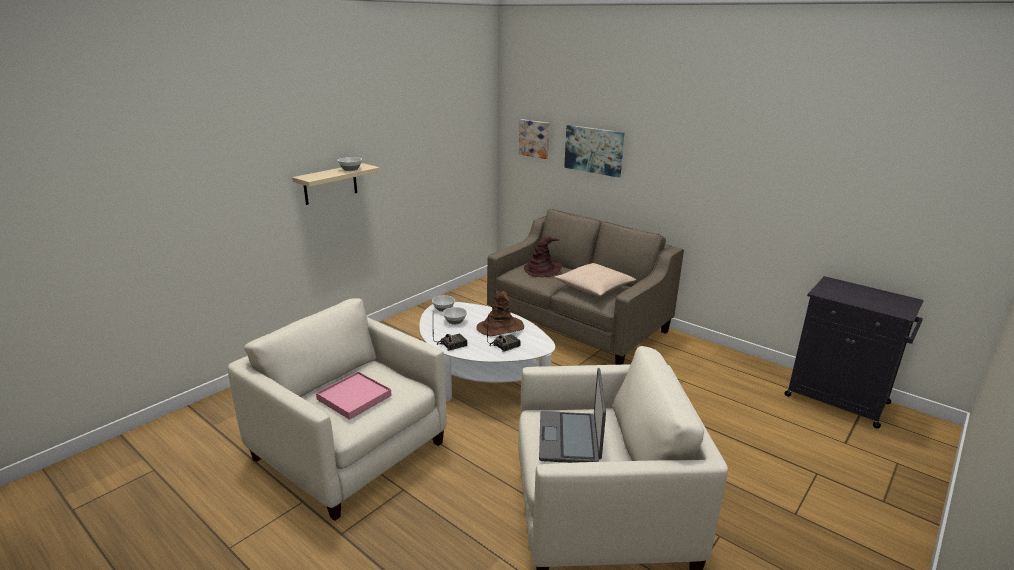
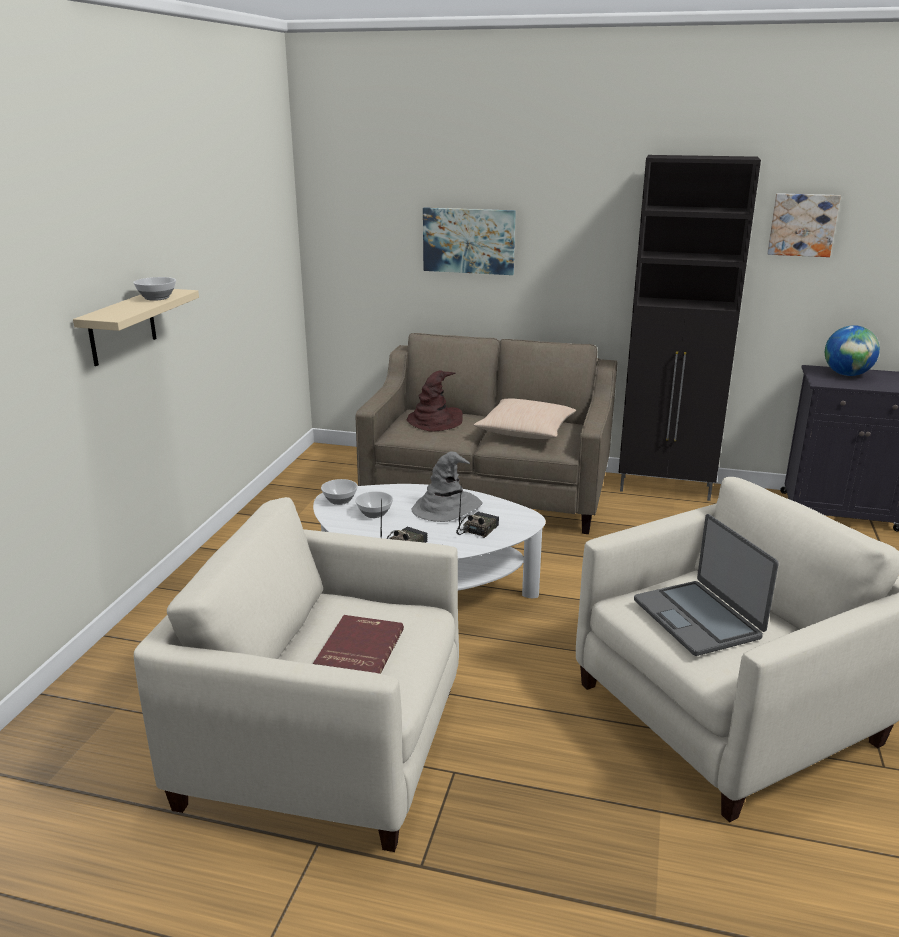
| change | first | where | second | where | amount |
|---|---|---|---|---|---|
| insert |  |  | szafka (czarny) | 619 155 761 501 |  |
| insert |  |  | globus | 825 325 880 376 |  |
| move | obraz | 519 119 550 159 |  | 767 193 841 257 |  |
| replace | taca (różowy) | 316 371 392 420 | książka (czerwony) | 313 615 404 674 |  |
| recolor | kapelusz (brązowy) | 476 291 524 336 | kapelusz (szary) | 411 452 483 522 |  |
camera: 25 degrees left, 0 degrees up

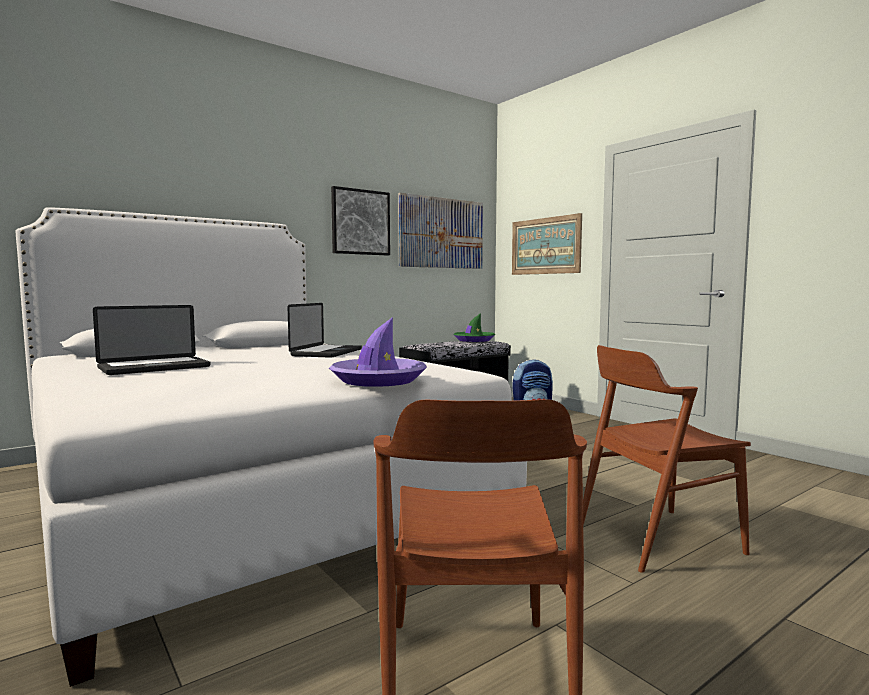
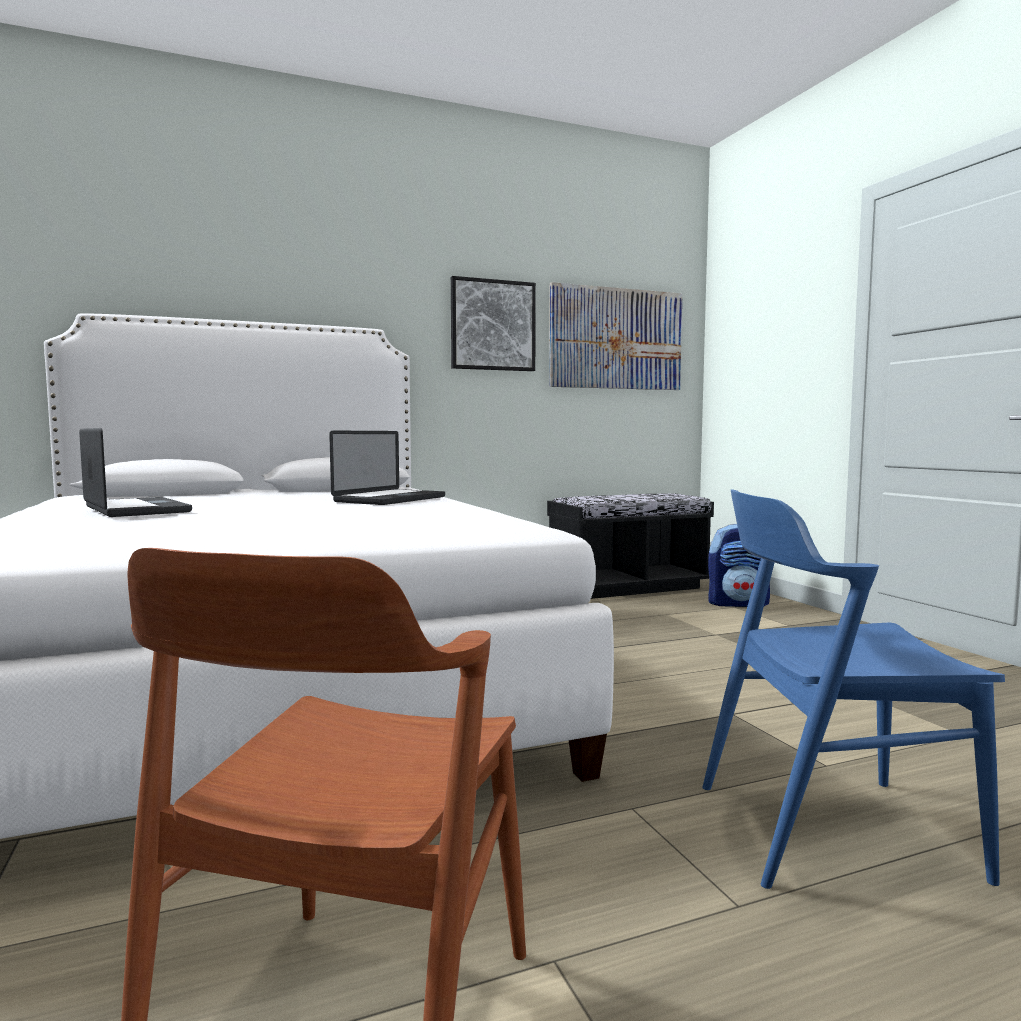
| change | first | where | second | where | amount |
|---|---|---|---|---|---|
| delete | kapelusz (fioletowy) | 329 317 427 387 |  |  |  |
| delete | kapelusz (zielony) | 453 313 495 342 |  |  |  |
| delete | obraz | 512 213 582 275 |  |  |  |
| recolor | krzesło (brązowy) | 583 345 751 573 | krzesło (niebieski) | 702 489 1005 889 |  |
| rotate | laptop | 93 305 211 375 |  | 79 428 192 517 | 105 degrees counterclockwise |
camera: 15 degrees right, 0 degrees up

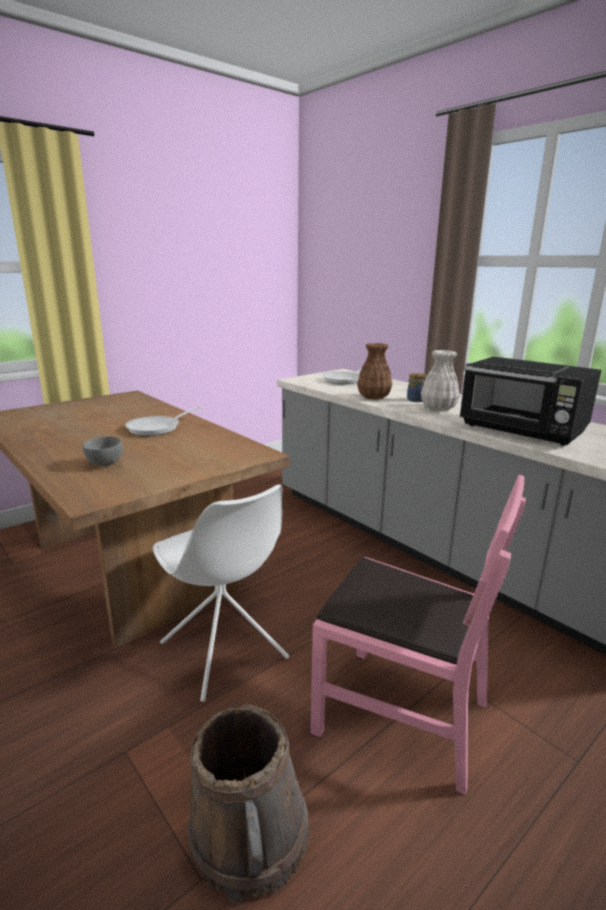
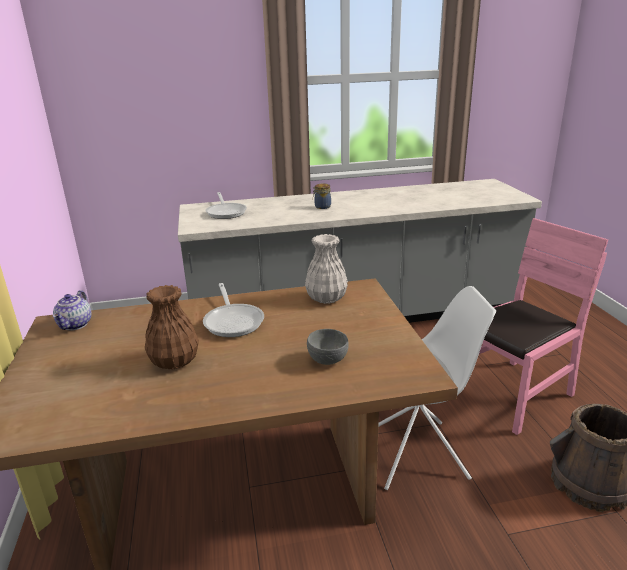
| change | first | where | second | where | amount |
|---|---|---|---|---|---|
| delete | mikrofalówka (czarny) | 460 357 601 446 |  |  |  |
| insert |  |  | imbryk | 53 290 92 330 |  |
| move | wazon (brązowy) | 357 343 392 400 |  | 145 285 199 370 |  |
| move | wazon (biały) | 421 350 460 411 |  | 305 234 348 304 |  |
camera: 60 degrees left, 5 degrees up

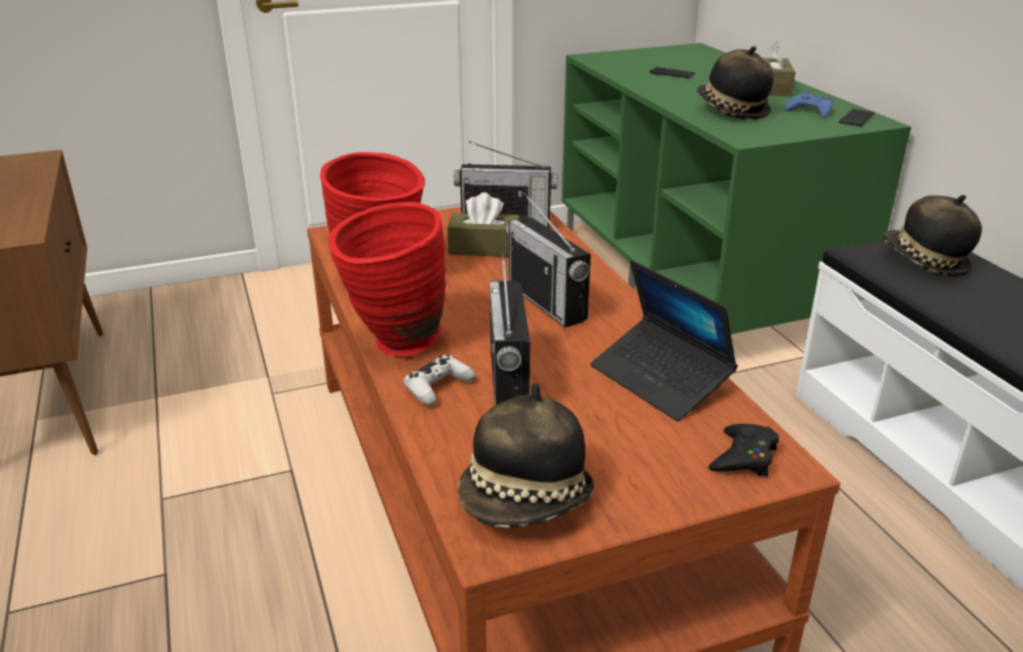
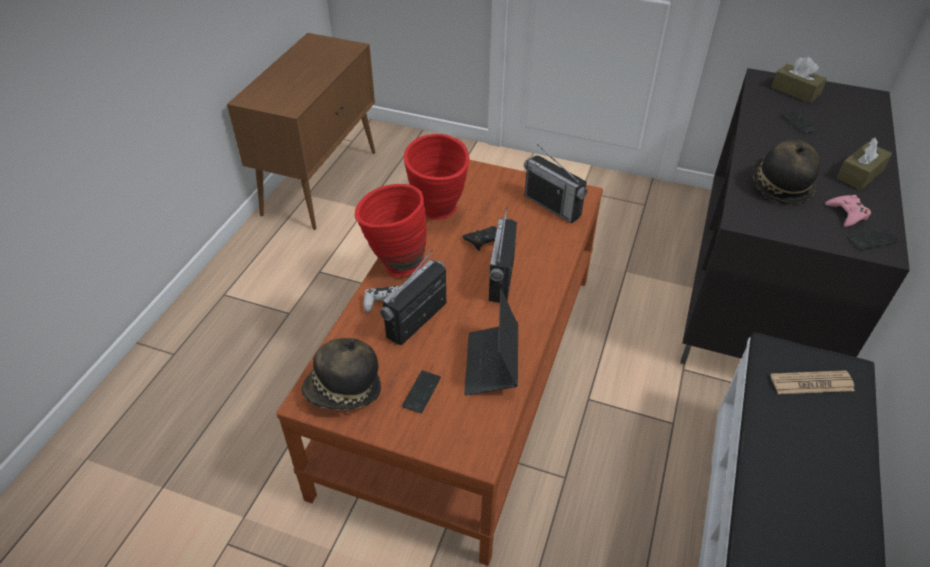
| change | first | where | second | where | amount |
|---|---|---|---|---|---|
| insert |  |  | telefon | 402 370 441 413 |  |
| move | pudełko chusteczek (brązowy) | 447 192 520 257 |  | 771 57 827 103 |  |
| move | pad do gier (czarny) | 708 424 779 476 |  | 462 226 497 251 |  |
| replace | kapelusz | 882 195 982 277 | gazeta | 770 370 855 394 |  |
| recolor | szafka pod telewizor (zielony) | 562 43 911 334 | szafka pod telewizor (czarny) | 680 68 910 364 |  |
| recolor | pad do gier (niebieski) | 784 91 833 118 | pad do gier (różowy) | 825 195 871 227 |  |
camera: 40 degrees right, 15 degrees up

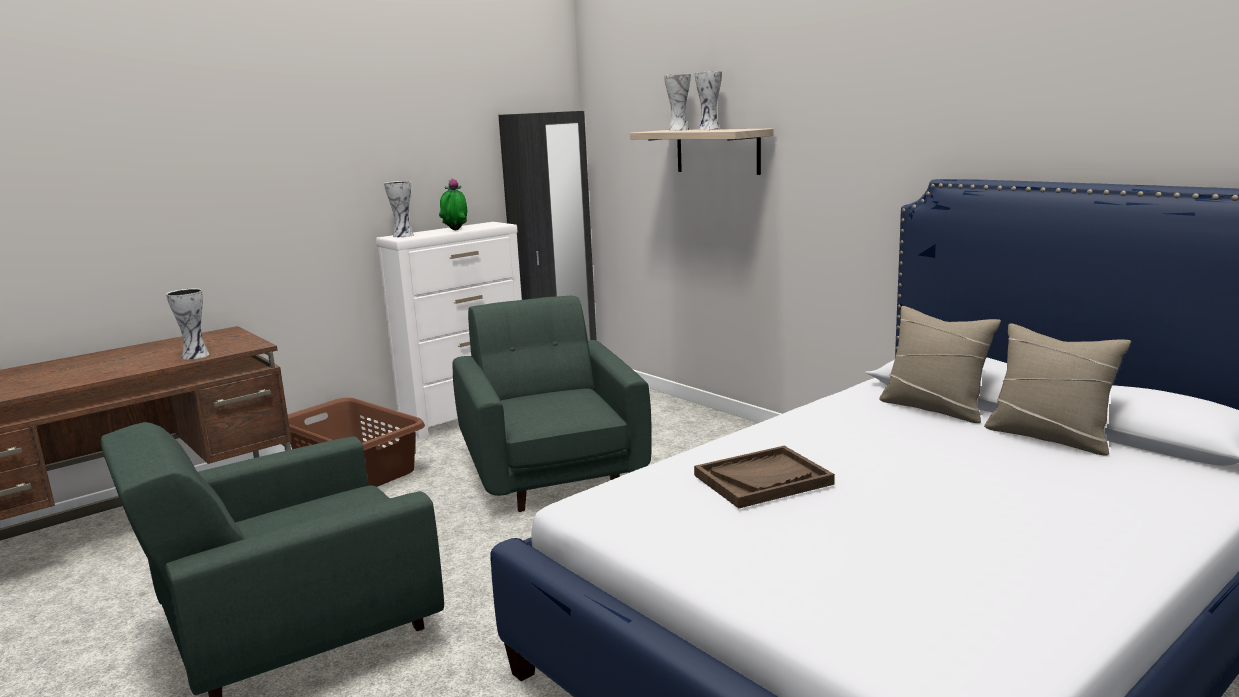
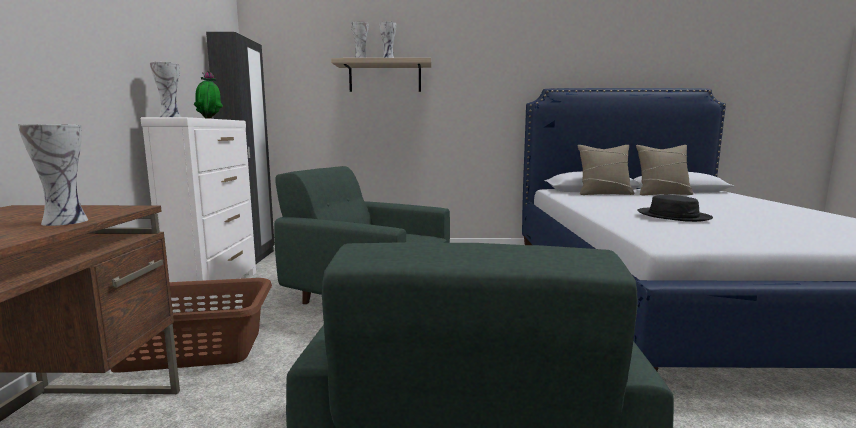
| change | first | where | second | where | amount |
|---|---|---|---|---|---|
| replace | taca (brązowy) | 694 446 835 508 | kapelusz (czarny) | 637 194 713 222 |  |
camera: 50 degrees left, 5 degrees down

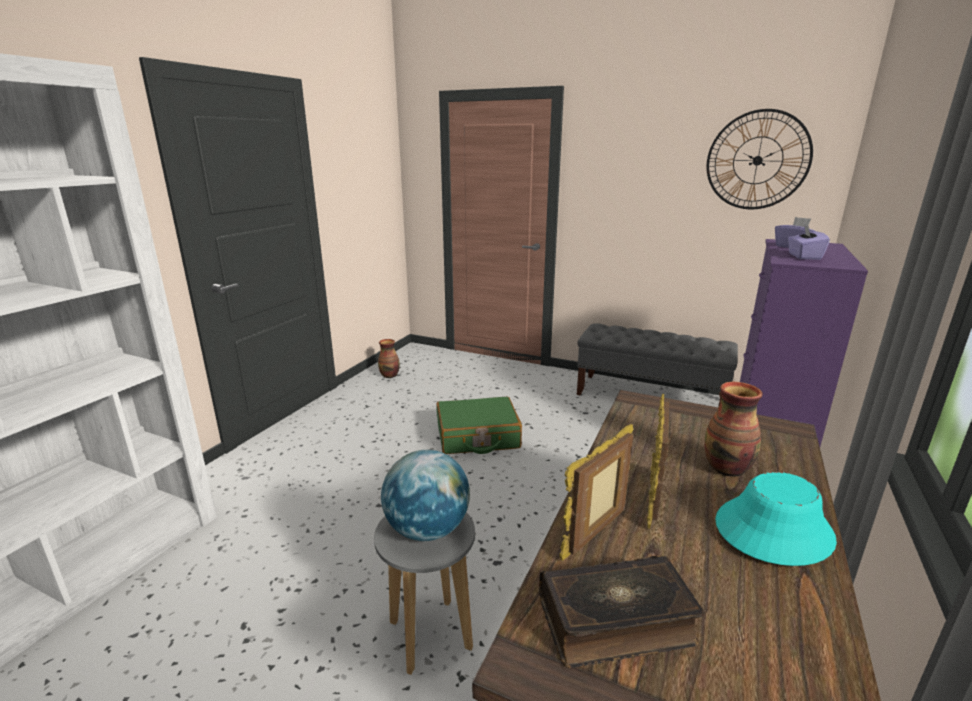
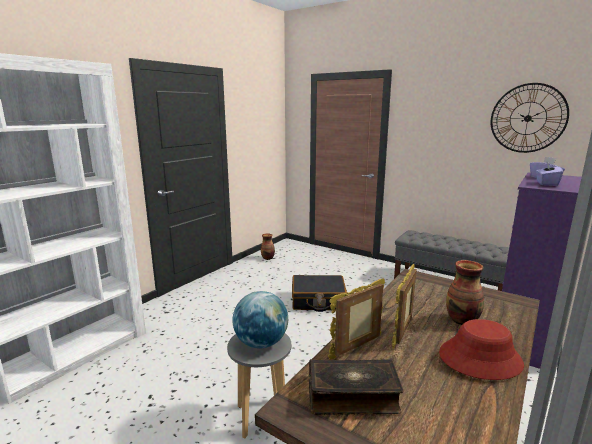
| change | first | where | second | where | amount |
|---|---|---|---|---|---|
| recolor | walizka (zielony) | 436 397 522 454 | walizka (czarny) | 292 275 347 312 |  |
| recolor | kapelusz (turkusowy) | 715 472 837 566 | kapelusz (czerwony) | 439 319 524 380 |  |
camera: 10 degrees right, 5 degrees down

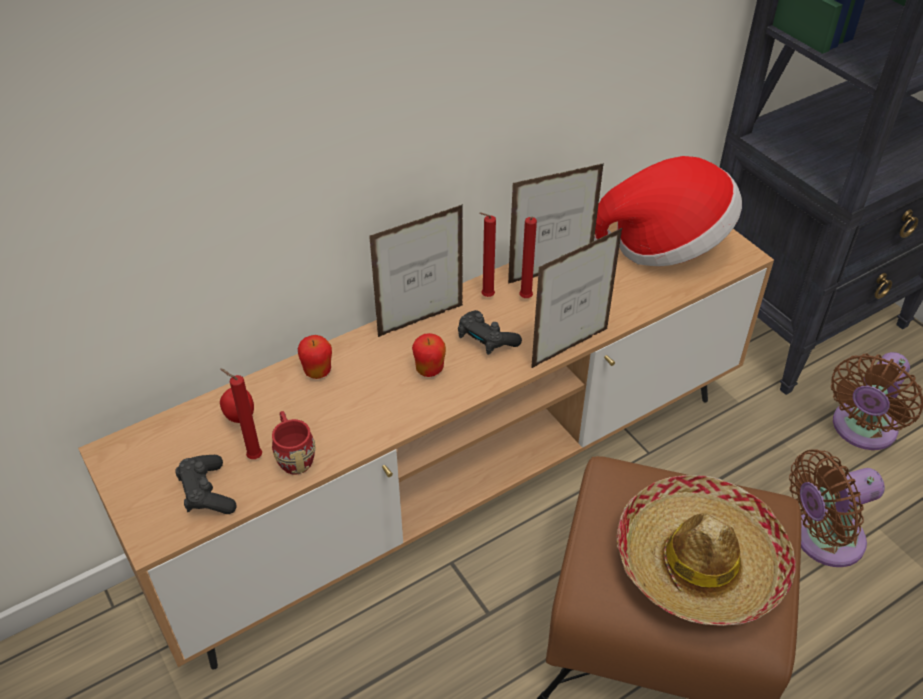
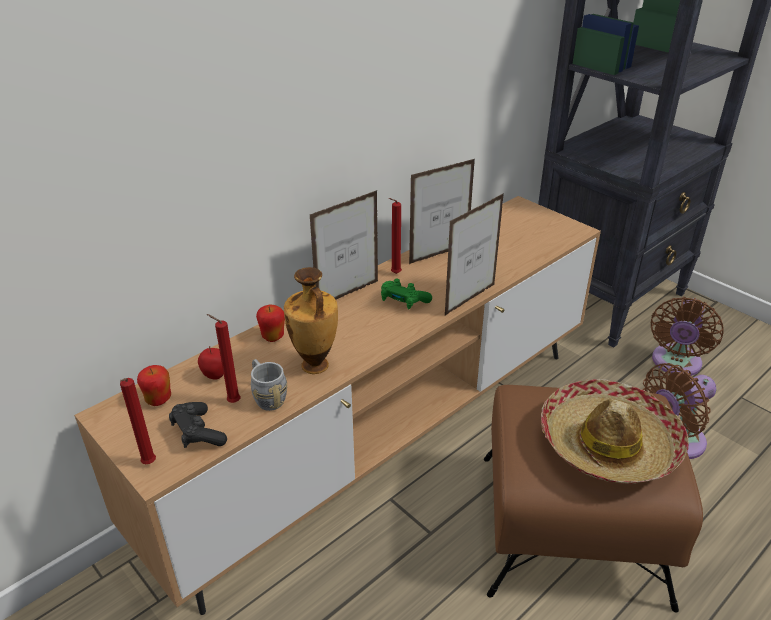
| change | first | where | second | where | amount |
|---|---|---|---|---|---|
| delete | kapelusz | 594 156 742 266 |  |  |  |
| insert |  |  | wazon | 284 267 338 374 |  |
| move | jabłko | 412 333 446 377 |  | 137 365 171 406 |  |
| move | świeca (czerwony) | 519 217 537 298 |  | 120 378 156 464 |  |
| recolor | kubek (czerwony) | 272 411 315 475 | kubek (szary) | 251 359 287 411 |  |
| recolor | pad do gier (czarny) | 458 310 522 355 | pad do gier (zielony) | 381 278 432 309 |  |
camera: 10 degrees left, 10 degrees down

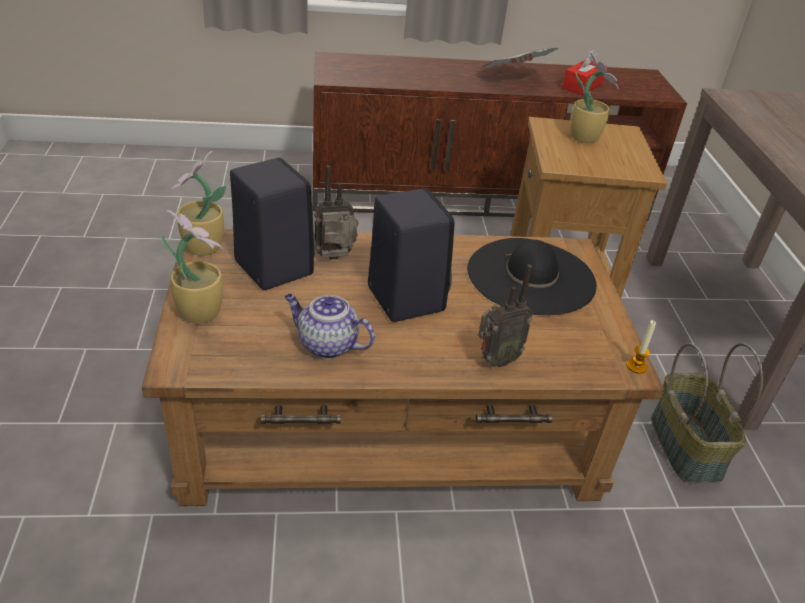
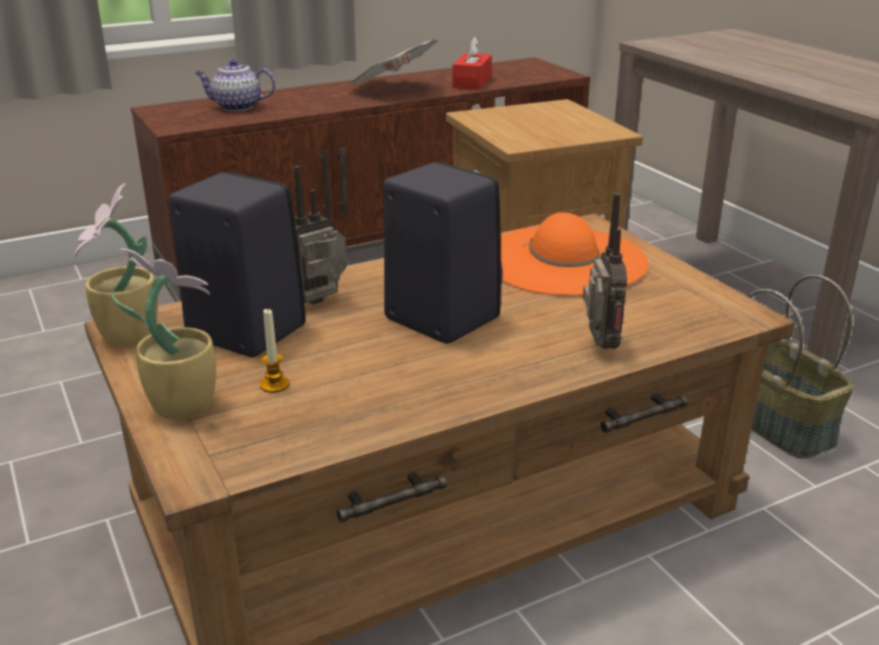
| change | first | where | second | where | amount |
|---|---|---|---|---|---|
| delete | roślina doniczkowa | 570 51 618 143 |  |  |  |
| move | imbryk | 284 294 375 359 |  | 195 59 275 111 |  |
| move | świeca | 627 320 656 374 |  | 260 308 289 393 |  |
| recolor | kapelusz (czarny) | 467 238 597 315 | kapelusz (pomarańczowy) | 501 212 648 295 |  |
| rotate | radio | 478 264 533 367 |  | 583 193 627 349 | 45 degrees counterclockwise |
camera: 20 degrees left, 10 degrees down

